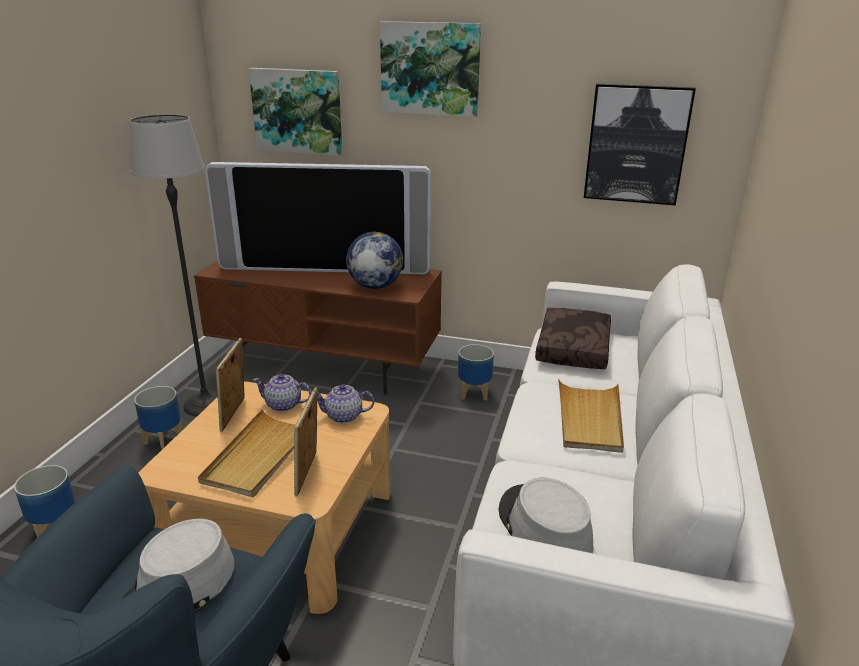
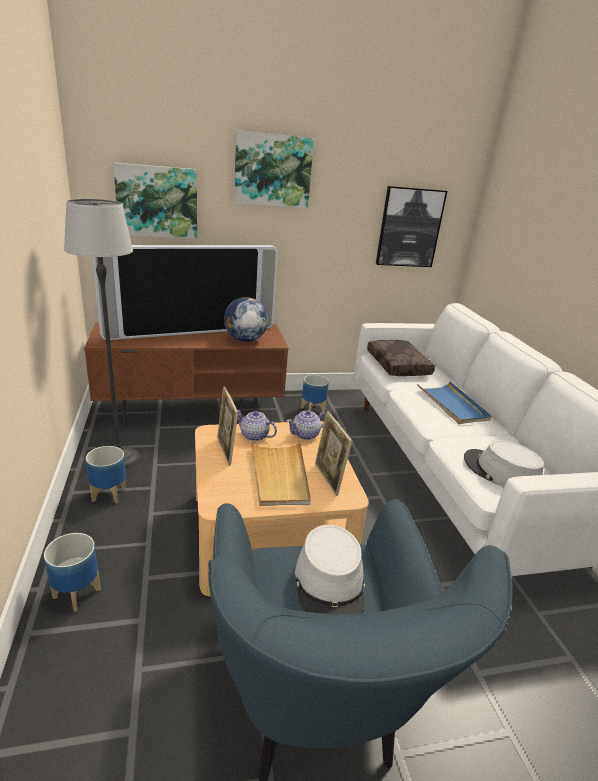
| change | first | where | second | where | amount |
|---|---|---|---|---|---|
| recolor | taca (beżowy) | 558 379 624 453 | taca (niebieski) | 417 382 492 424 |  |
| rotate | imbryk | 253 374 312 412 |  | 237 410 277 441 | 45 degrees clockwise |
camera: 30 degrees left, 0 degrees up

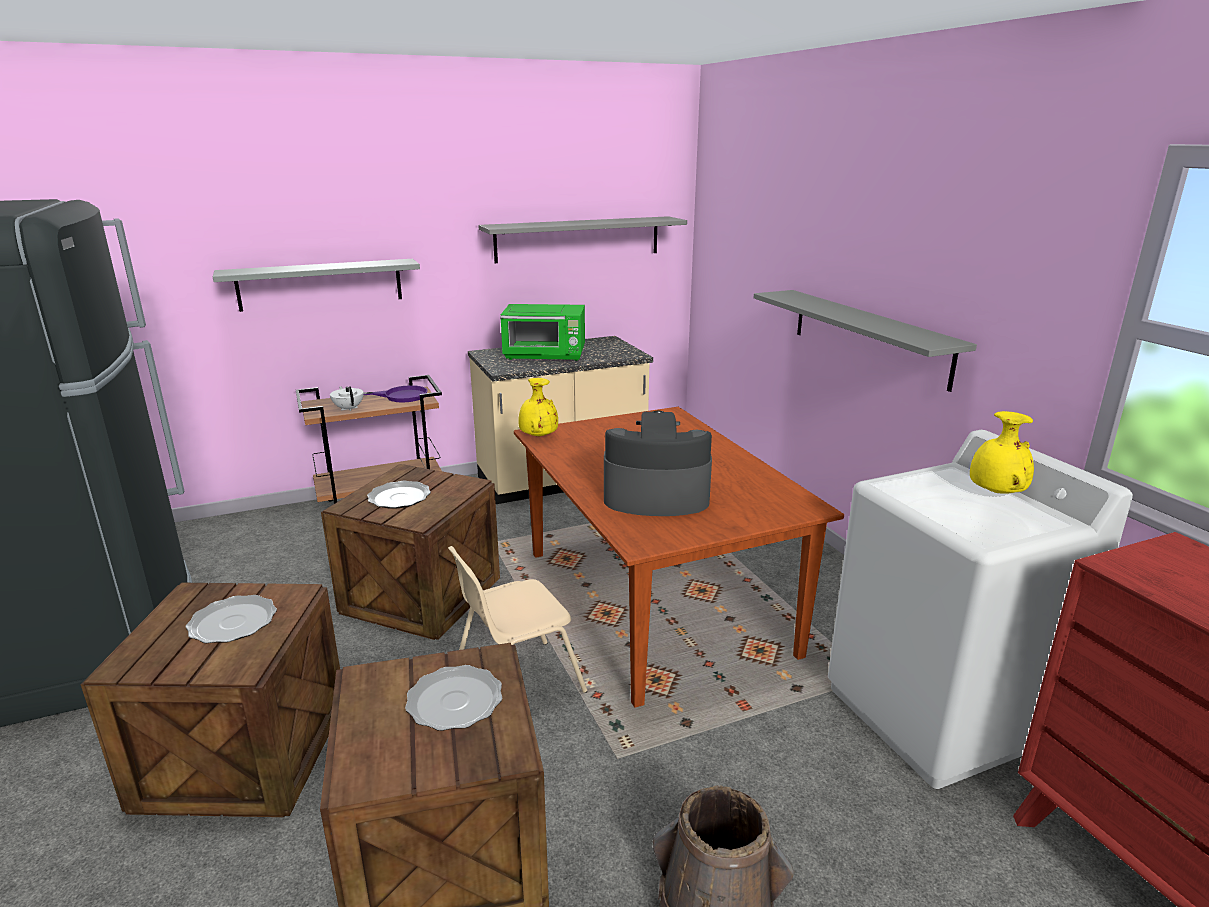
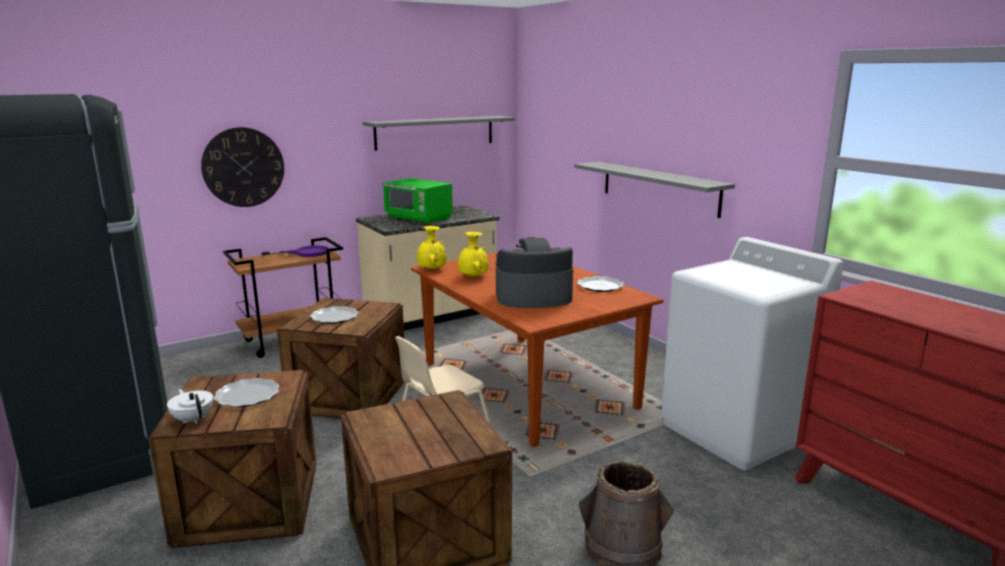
| change | first | where | second | where | amount |
|---|---|---|---|---|---|
| move | imbryk (biały) | 330 386 364 411 |  | 167 389 213 424 |  |
| move | talerz | 405 665 502 731 |  | 577 276 624 292 |  |
| move | wazon (żółty) | 970 411 1034 494 |  | 458 232 489 277 |  |
| replace | półka (szary) | 213 259 420 312 | zegar ścienny | 201 127 284 207 |  |
| rotate | mikrofalówka (zielony) | 500 304 585 361 |  | 382 178 453 224 | 45 degrees clockwise |
camera: 10 degrees left, 5 degrees down

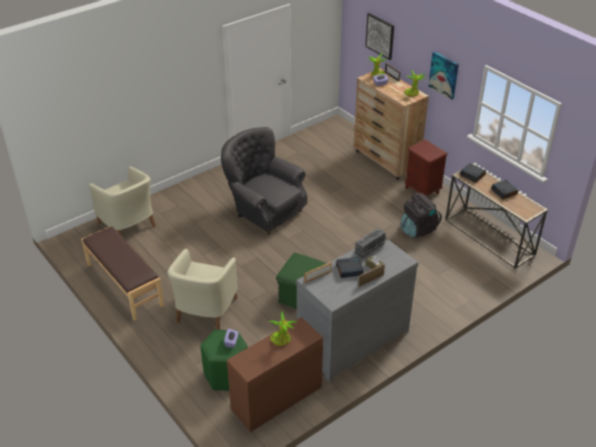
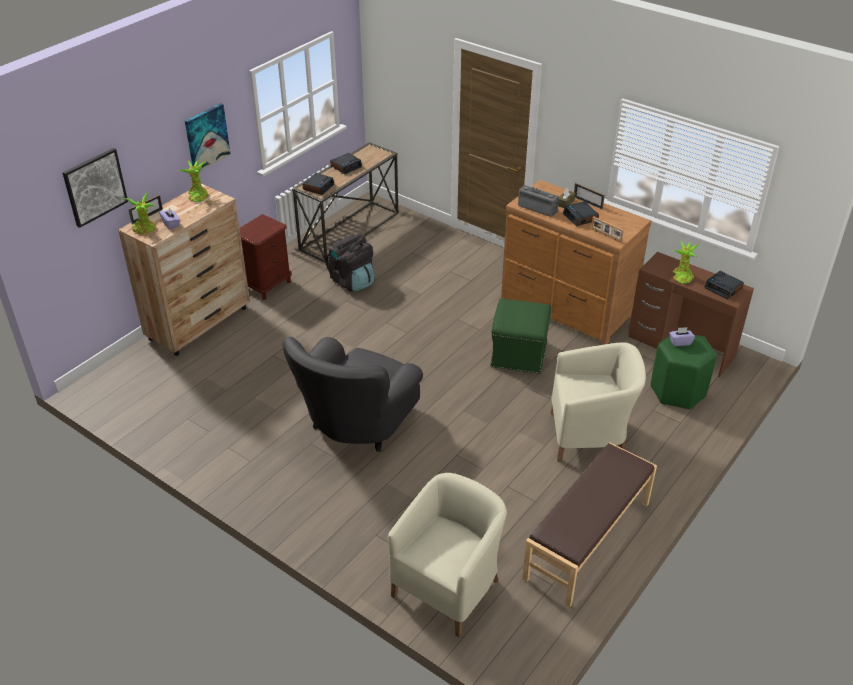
| change | first | where | second | where | amount |
|---|---|---|---|---|---|
| insert |  |  | budzik | 704 271 744 299 |  |
| recolor | komoda (szary) | 296 239 418 382 | komoda (brązowy) | 501 180 651 344 |  |
camera: 105 degrees left, 0 degrees up

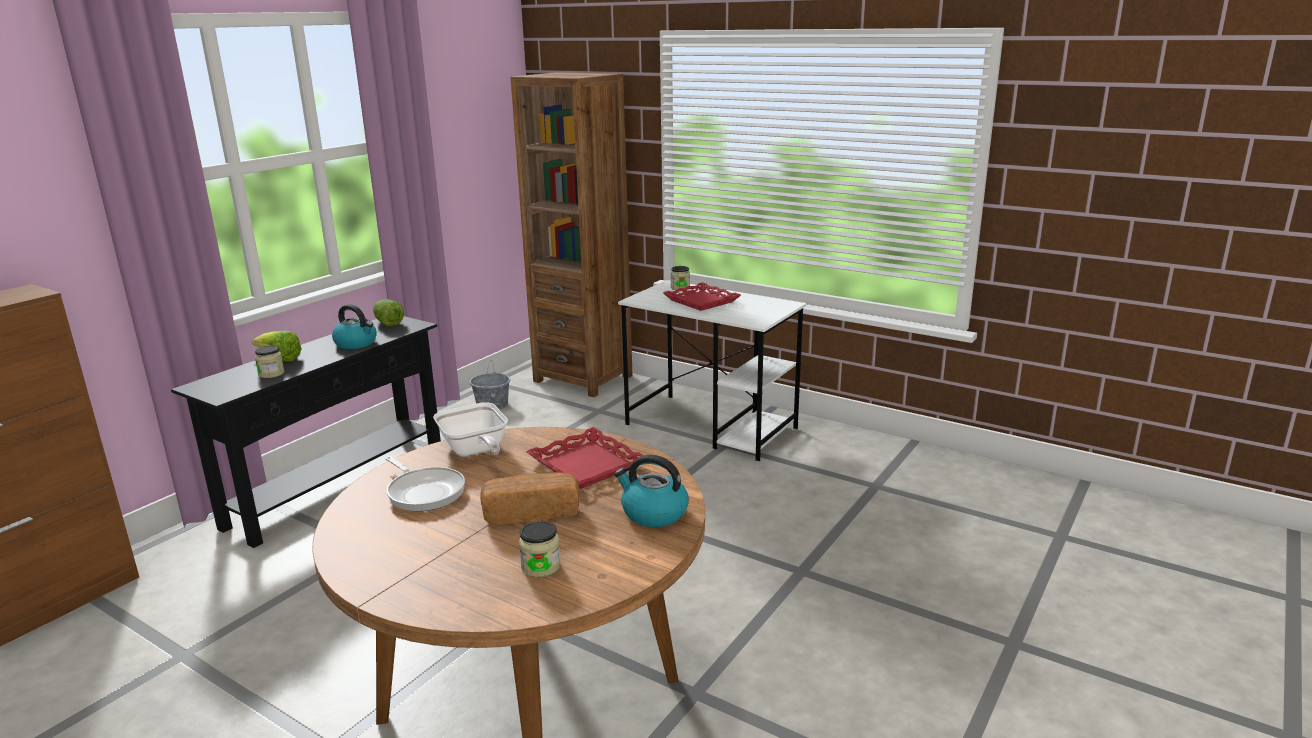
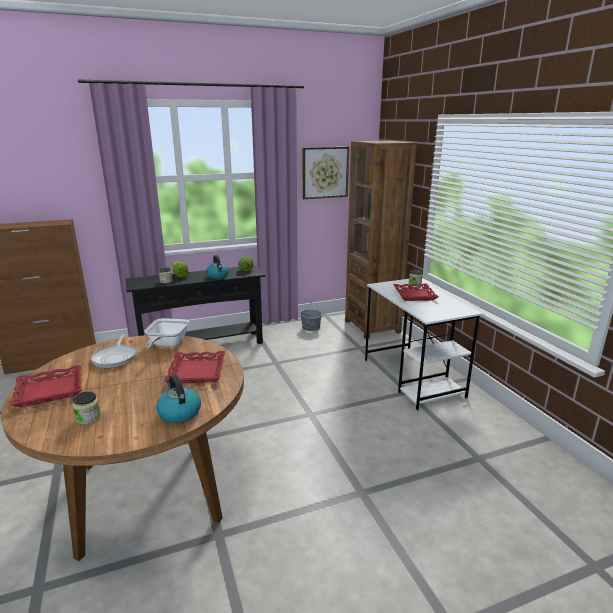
| change | first | where | second | where | amount |
|---|---|---|---|---|---|
| delete | chleb | 480 472 579 524 |  |  |  |
| insert |  |  | taca (czerwony) | 10 365 82 407 |  |
| insert |  |  | obraz | 303 147 349 199 |  |
camera: 35 degrees right, 0 degrees up

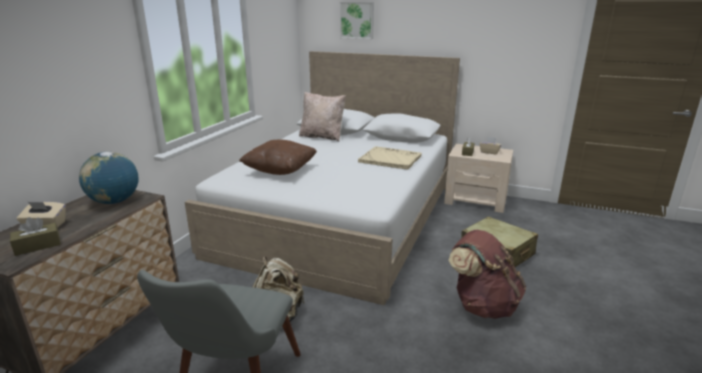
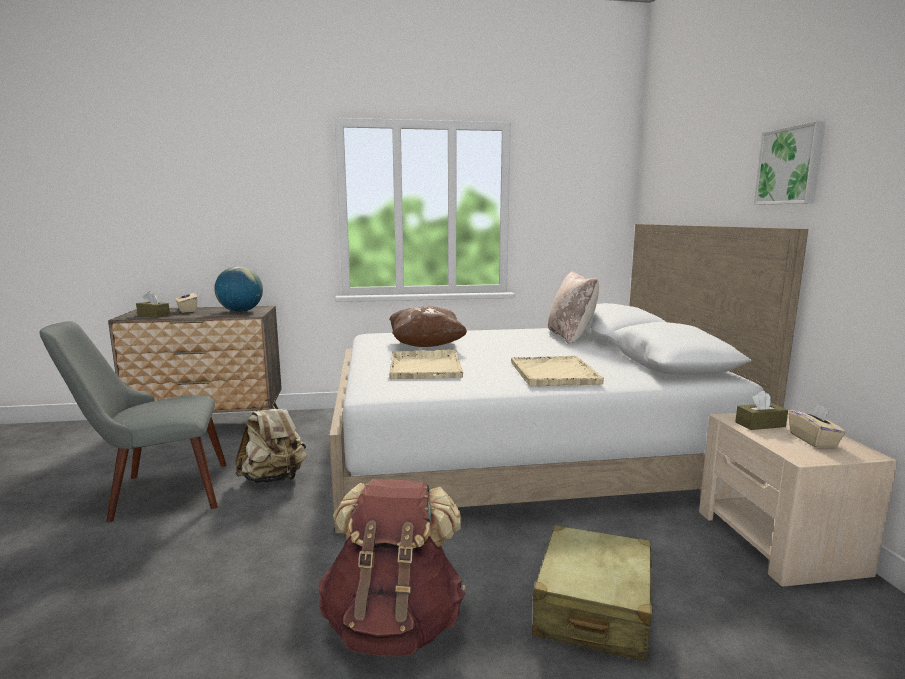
| change | first | where | second | where | amount |
|---|---|---|---|---|---|
| insert |  |  | taca (beżowy) | 389 349 463 379 |  |
| move | obraz | 340 2 374 39 |  | 754 121 826 205 |  |
camera: 60 degrees right, 10 degrees down

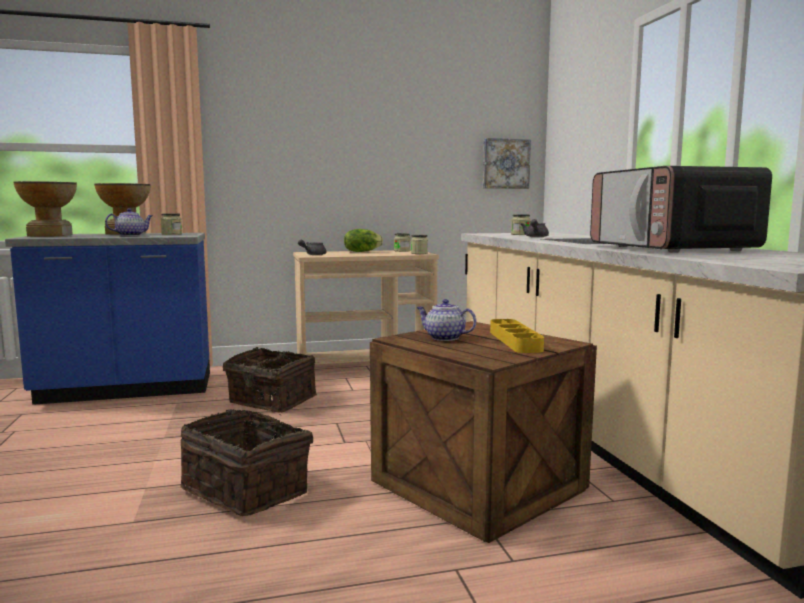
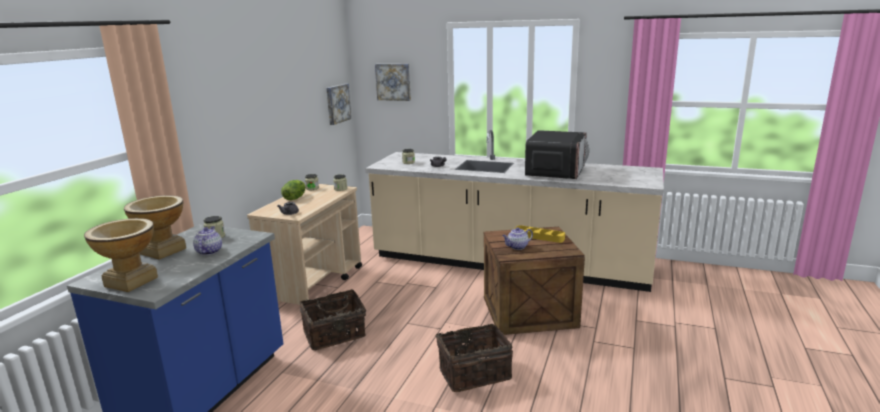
| change | first | where | second | where | amount |
|---|---|---|---|---|---|
| insert |  |  | obraz | 375 64 411 101 |  |
| rotate | mikrofalówka | 590 166 772 253 |  | 525 130 589 179 | 90 degrees counterclockwise |
camera: 55 degrees left, 10 degrees up

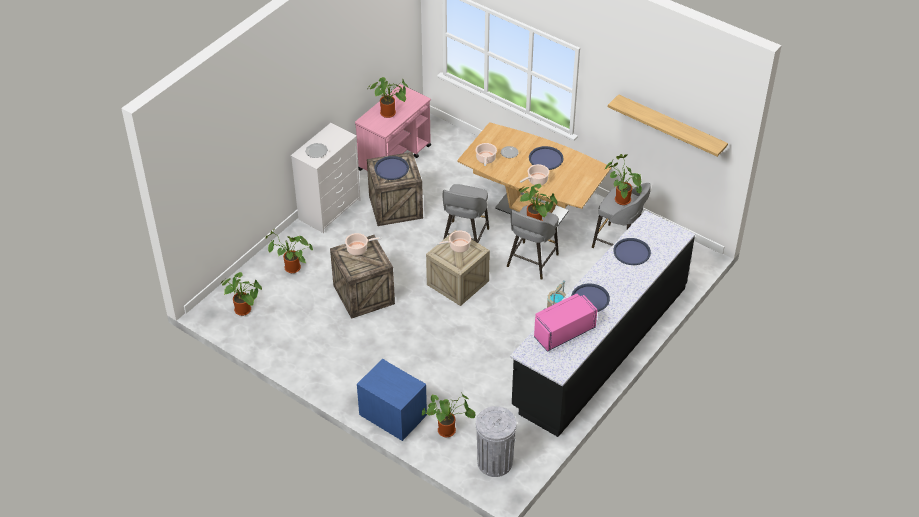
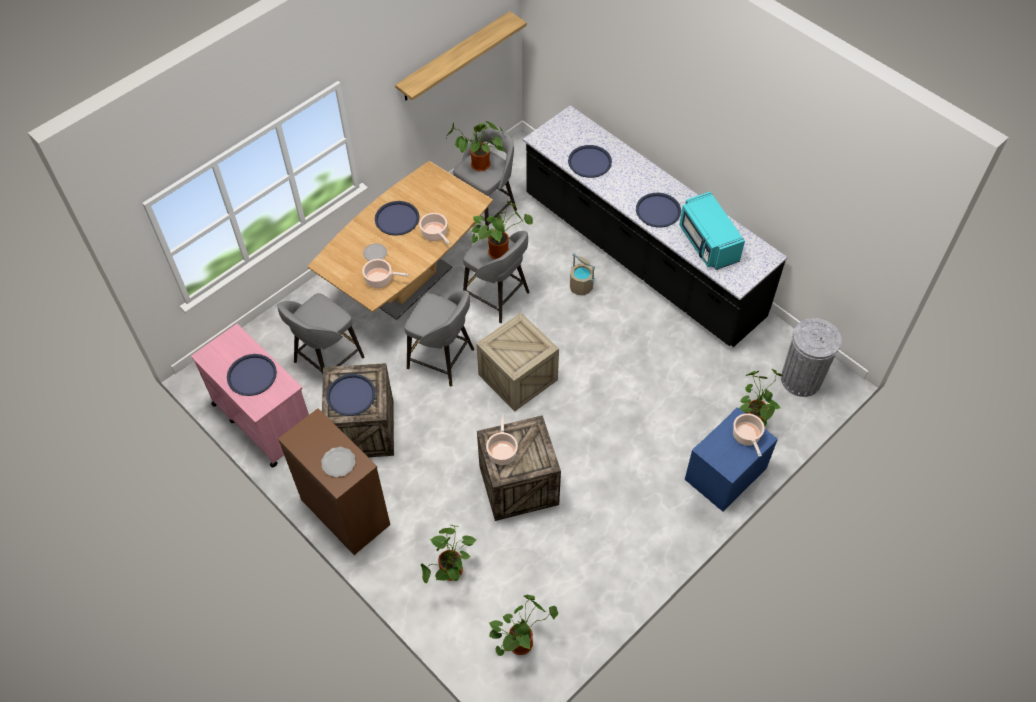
| change | first | where | second | where | amount |
|---|---|---|---|---|---|
| insert |  |  | stołek (szary) | 277 293 364 374 |  |
| move | garnek | 436 231 471 253 |  | 733 413 765 457 |  |
| replace | roślina doniczkowa | 367 77 408 118 | taca (niebieski) | 227 354 277 396 |  |
| recolor | komoda (biały) | 291 123 361 233 | komoda (brązowy) | 278 408 390 555 |  |
| recolor | mikrofalówka (różowy) | 534 294 598 352 | mikrofalówka (turkusowy) | 679 192 745 270 |  |
camera: 80 degrees left, 10 degrees up

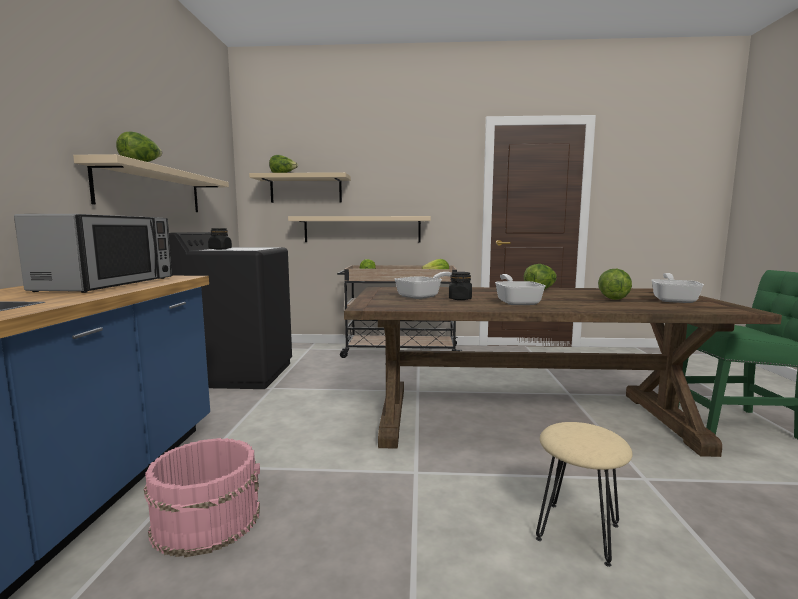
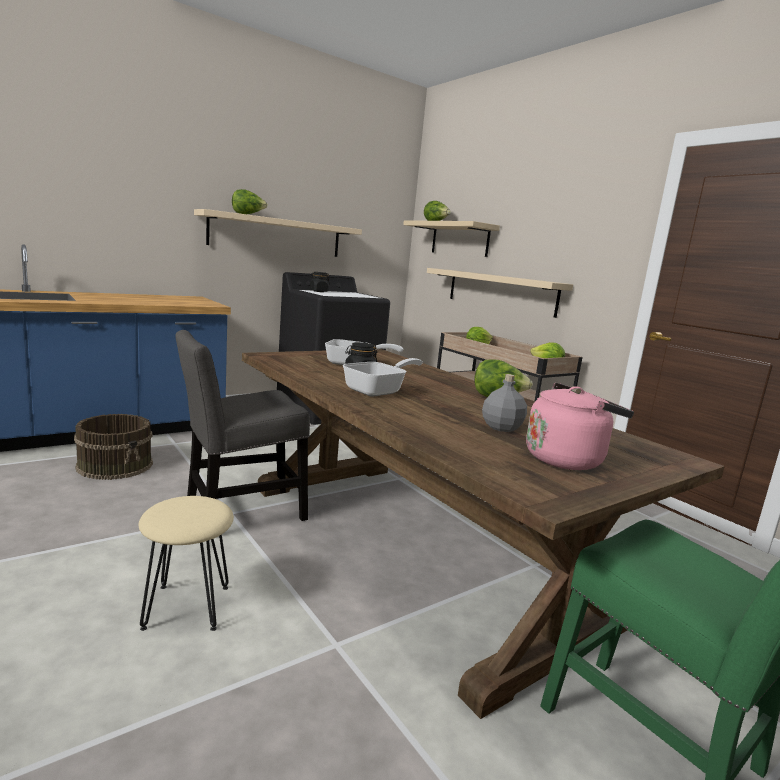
| change | first | where | second | where | amount |
|---|---|---|---|---|---|
| delete | mikrofalówka | 14 214 172 293 |  |  |  |
| insert |  |  | krzesło (szary) | 175 330 310 521 |  |
| replace | sałata | 598 269 632 300 | butelka (szary) | 482 374 527 432 |  |
| replace | patelnia | 651 273 704 303 | czajnik (różowy) | 526 383 634 470 |  |
| recolor | wiadro (różowy) | 144 438 260 558 | wiadro (brązowy) | 74 414 153 480 |  |
camera: 50 degrees right, 5 degrees up

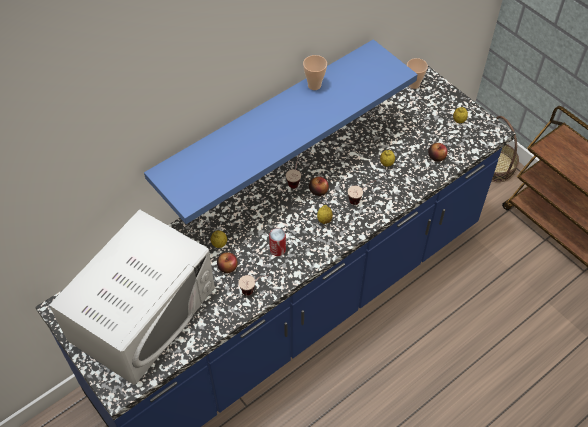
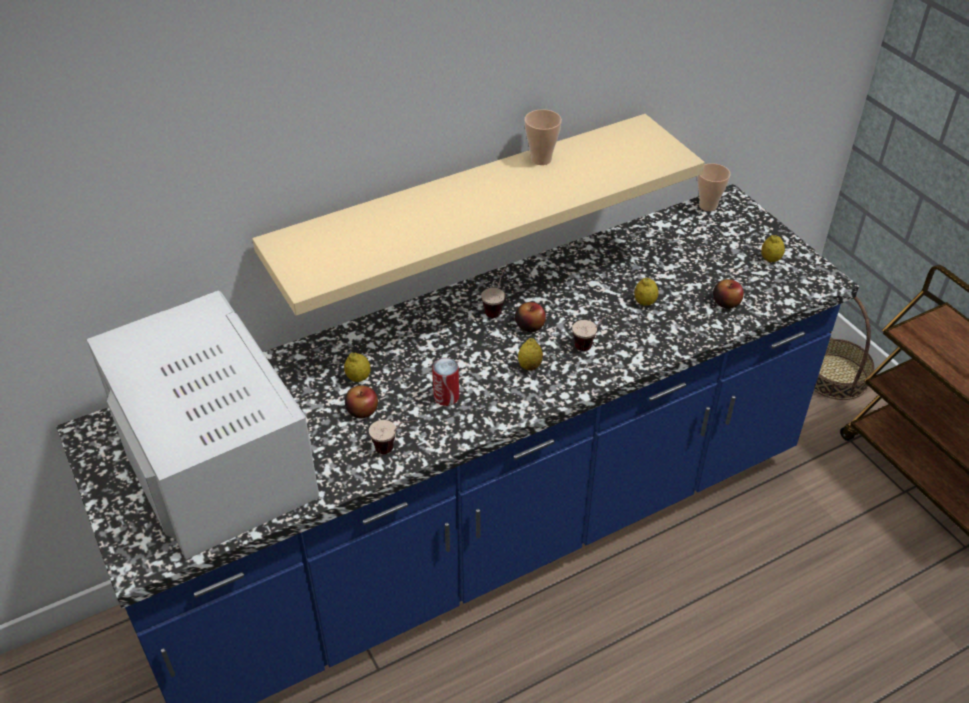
| change | first | where | second | where | amount |
|---|---|---|---|---|---|
| recolor | półka (niebieski) | 144 39 418 224 | półka (beżowy) | 252 114 705 316 |  |
| rotate | mikrofalówka (biały) | 49 209 215 385 |  | 86 290 319 559 | 75 degrees counterclockwise |
camera: 10 degrees right, 10 degrees down

